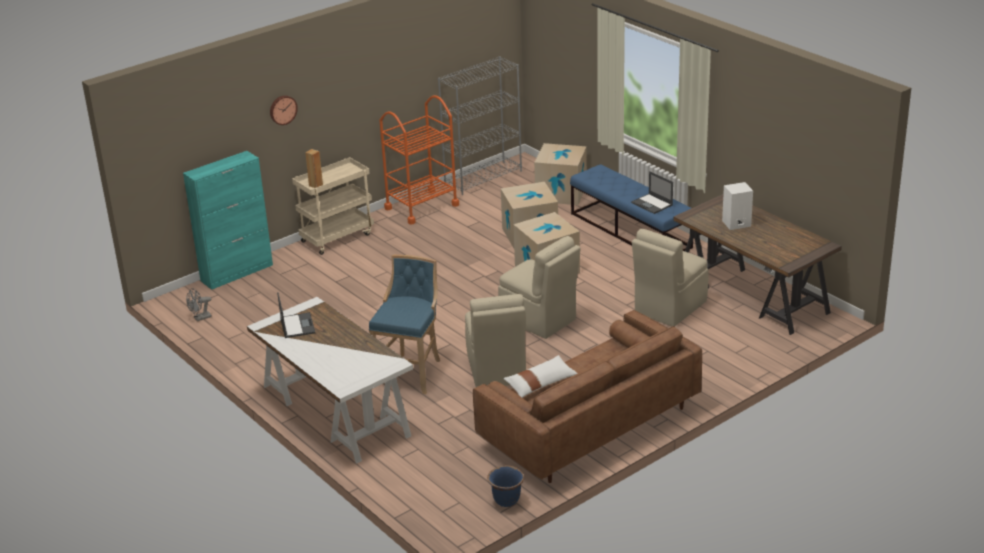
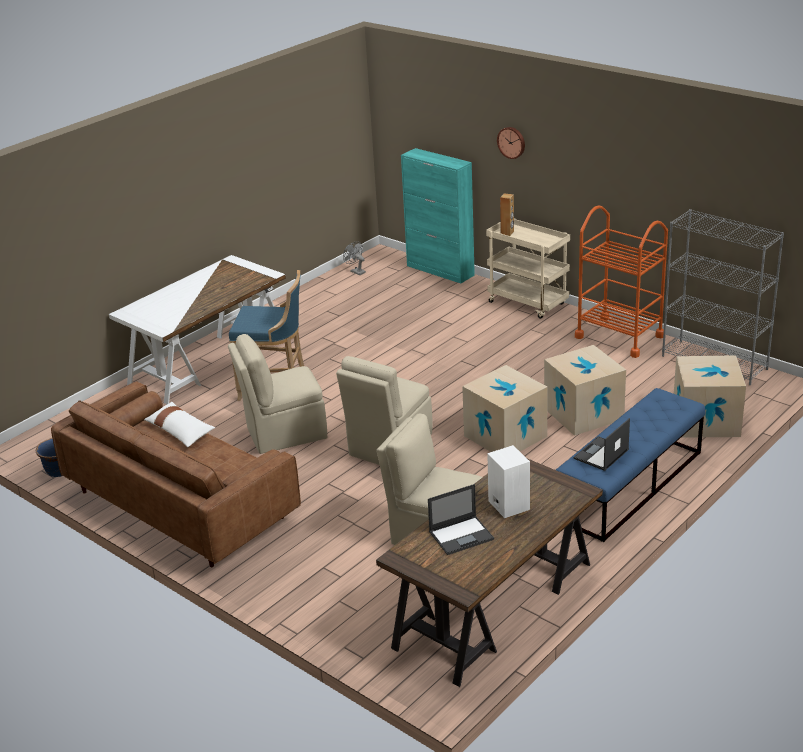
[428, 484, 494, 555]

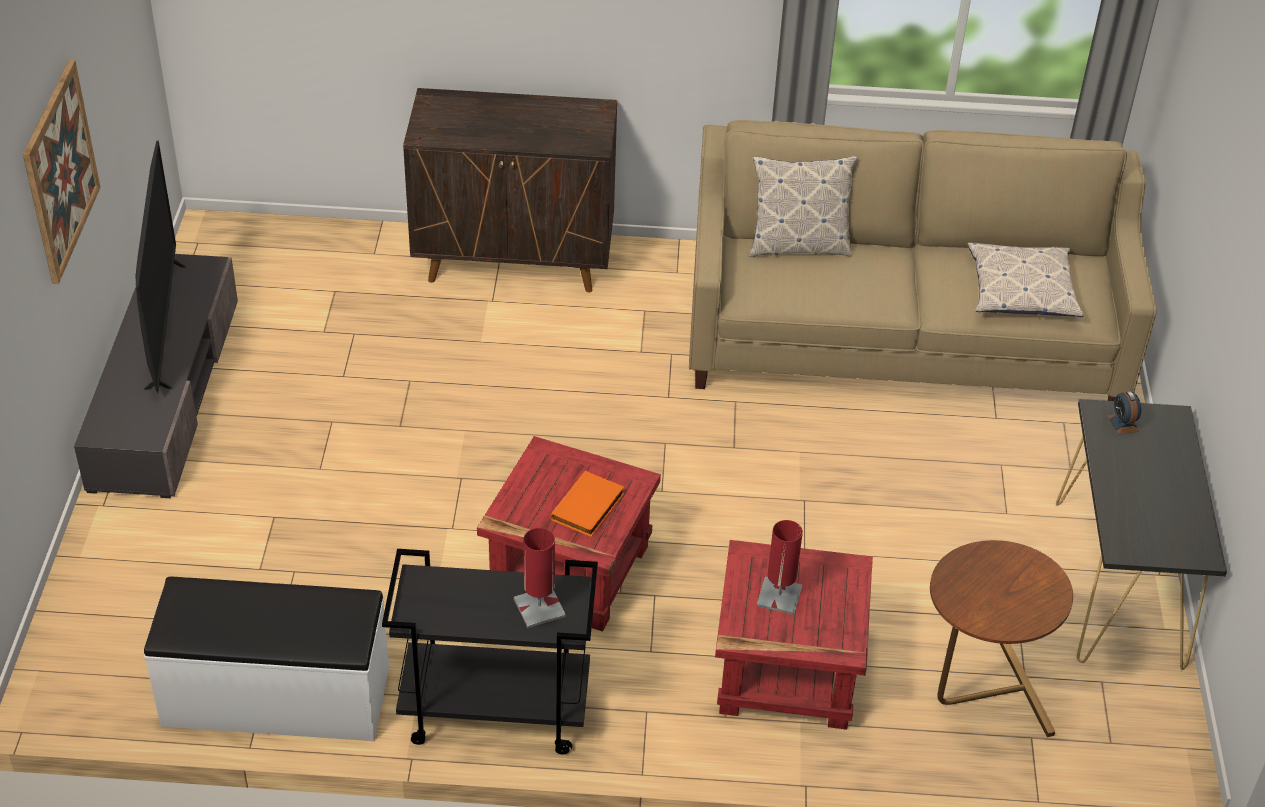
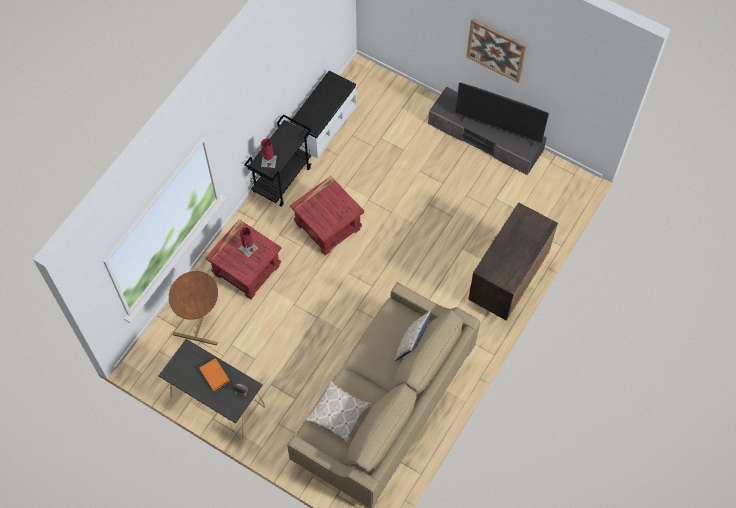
[200, 358, 230, 391]

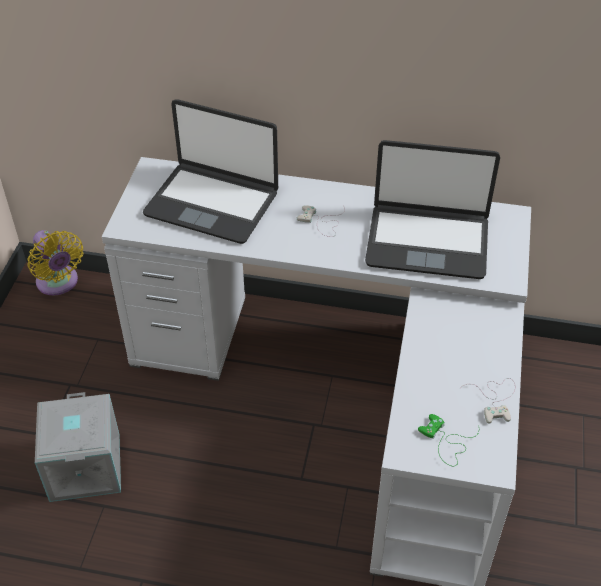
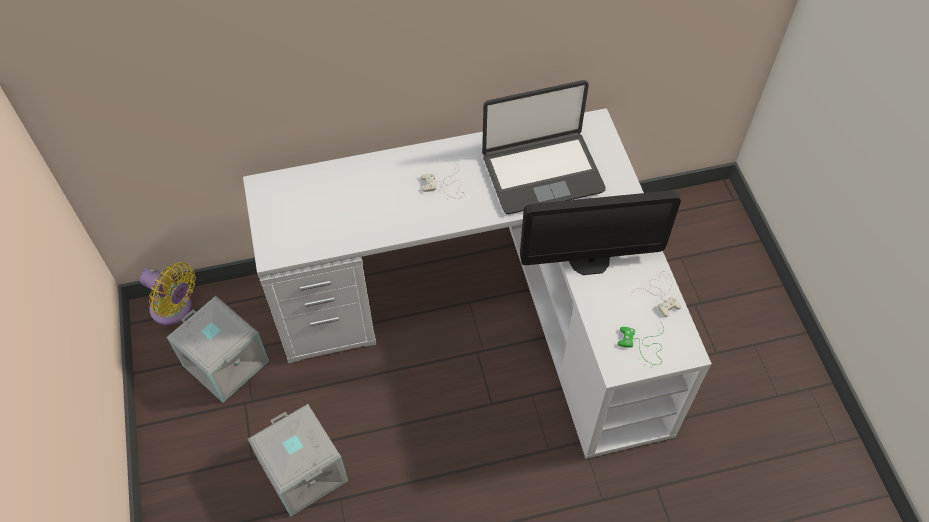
[143, 99, 278, 244] (first image)
[167, 296, 269, 403]
[520, 190, 681, 275]

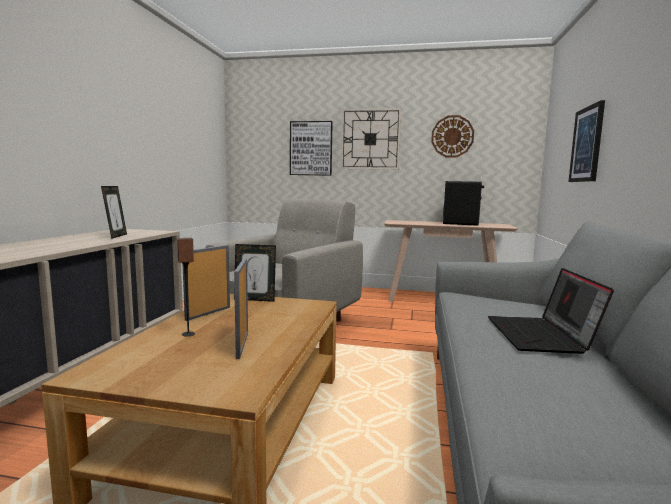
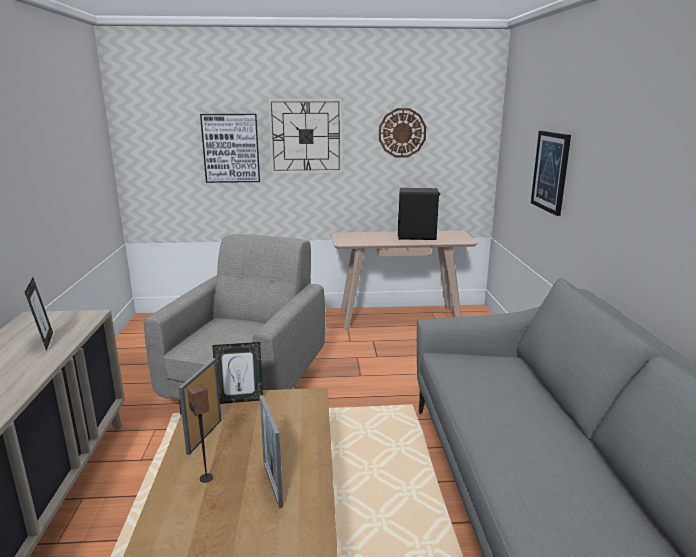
[488, 268, 614, 354] (first image)

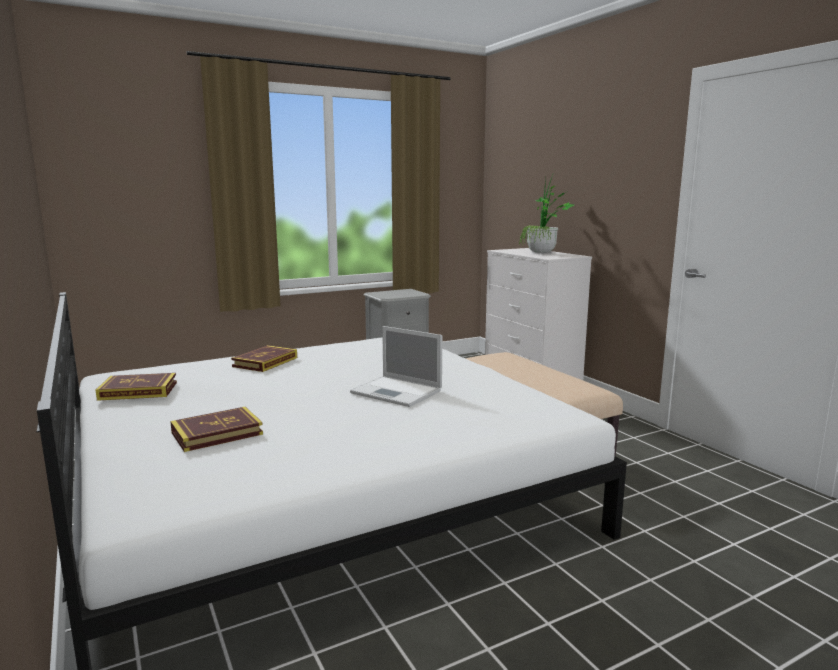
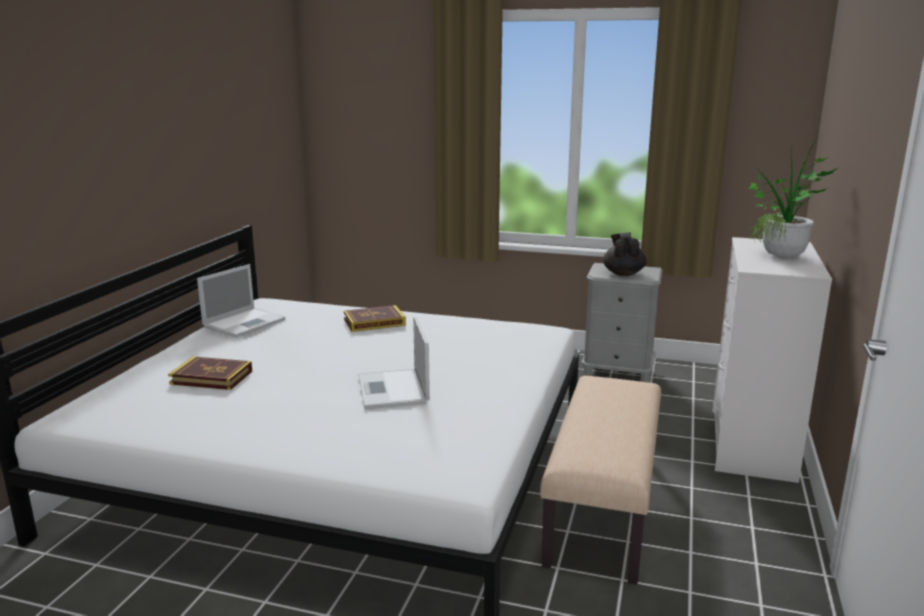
[603, 233, 647, 276]
[197, 264, 286, 337]

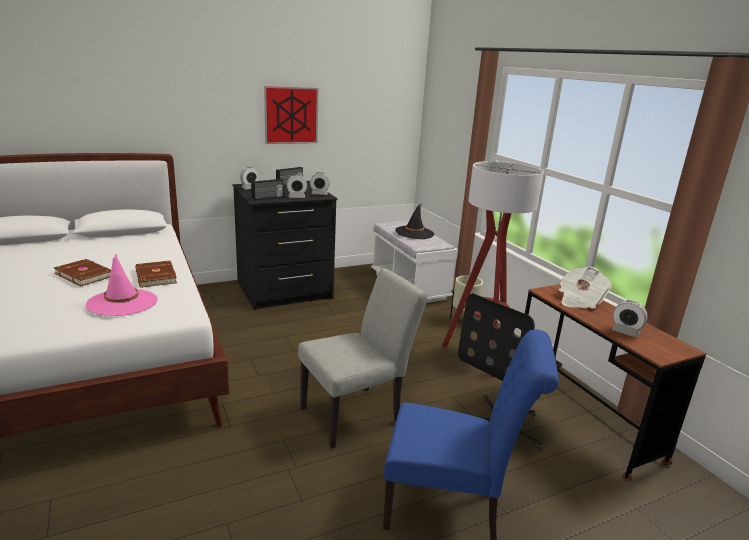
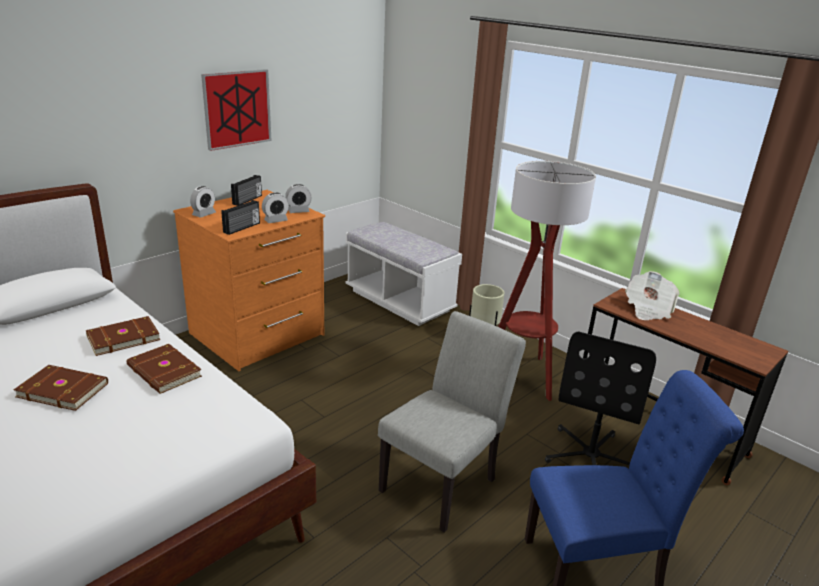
[86, 253, 158, 316] (first image)
[395, 204, 434, 239] (first image)
[612, 300, 648, 338] (first image)
[86, 316, 160, 356]
[173, 190, 325, 371]

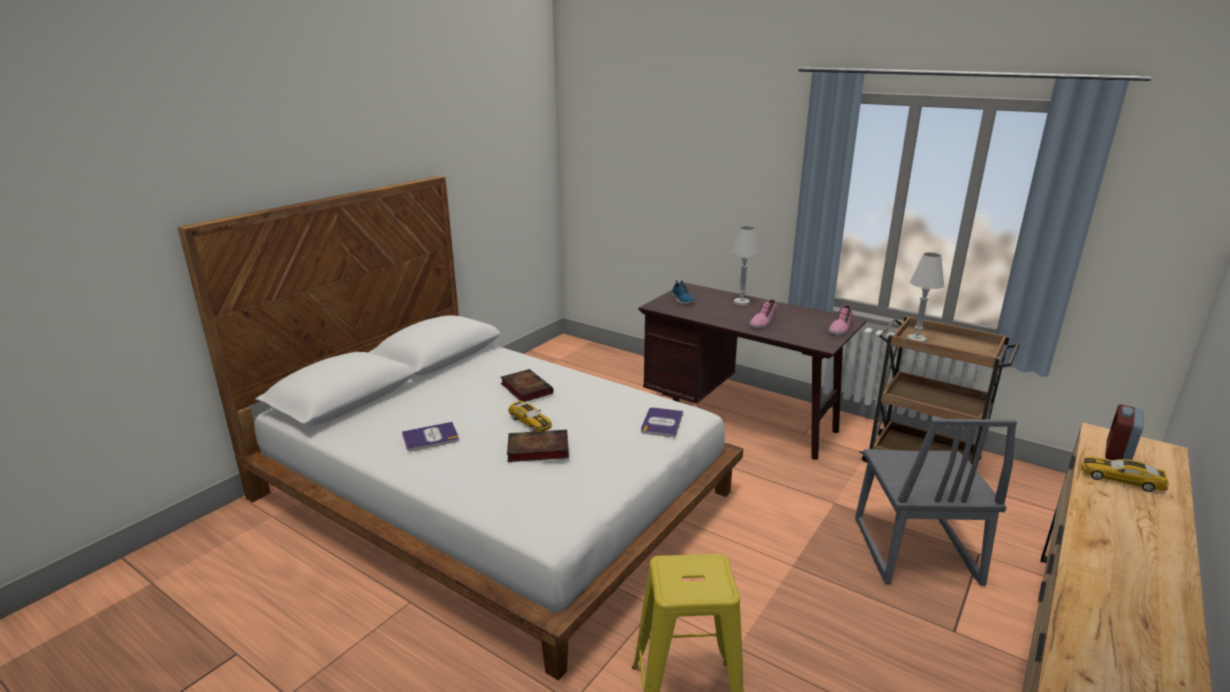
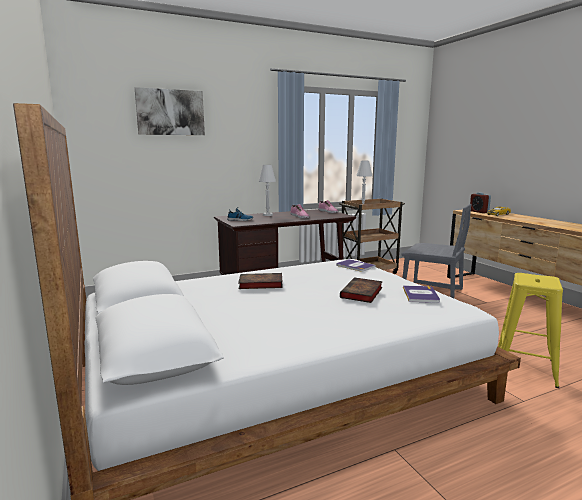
[508, 401, 552, 432] (first image)
[135, 87, 205, 135]
[403, 285, 440, 303]

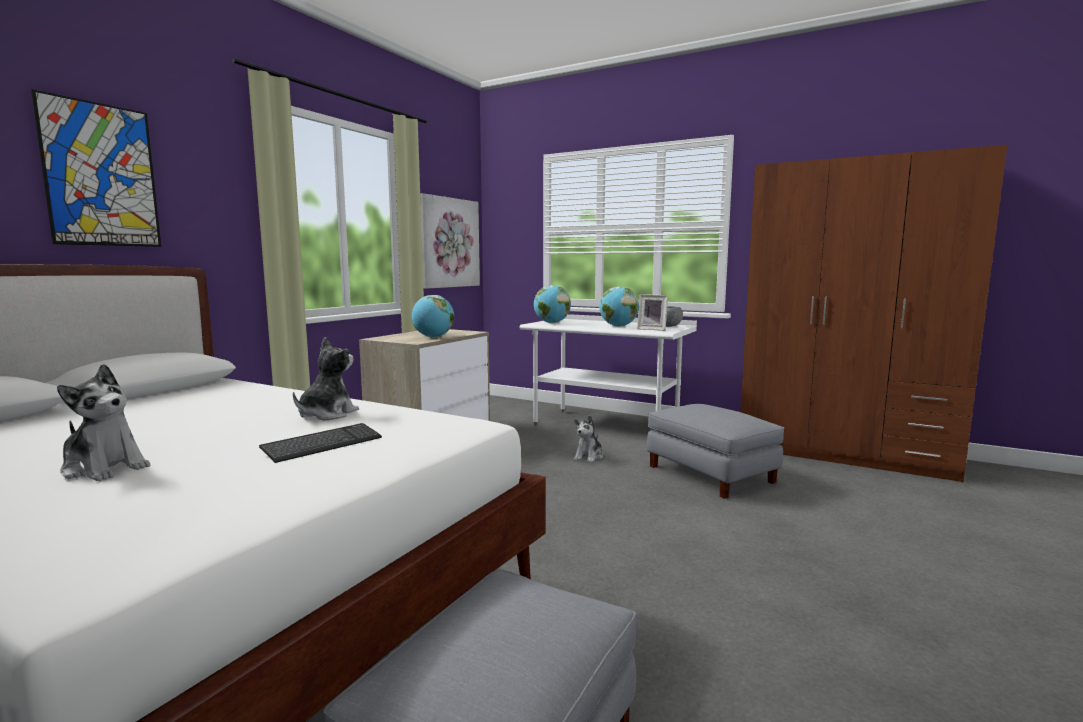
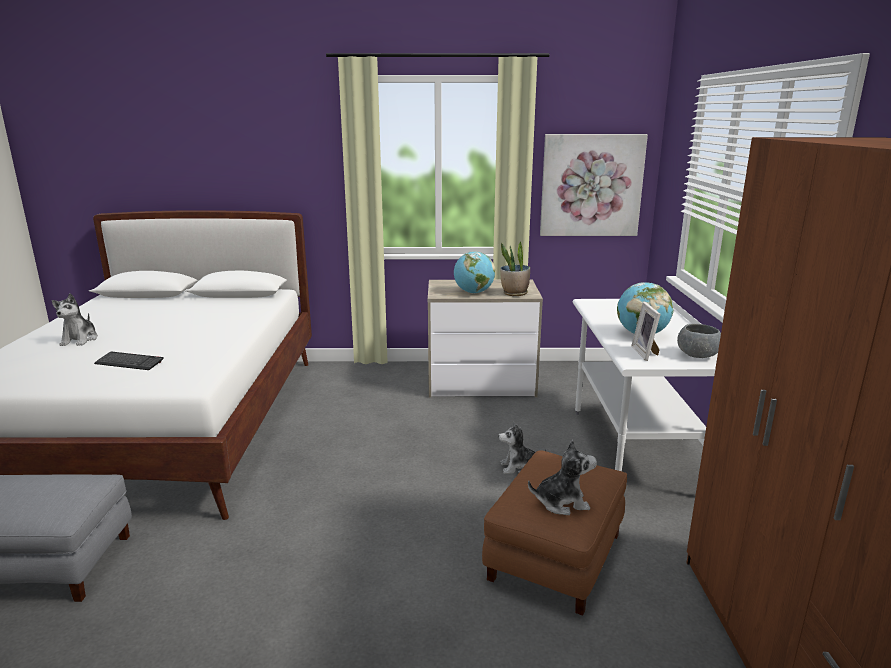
[31, 89, 161, 247] (first image)
[534, 285, 571, 323] (first image)
[500, 242, 530, 296]
[528, 440, 597, 515]
[482, 450, 627, 616]

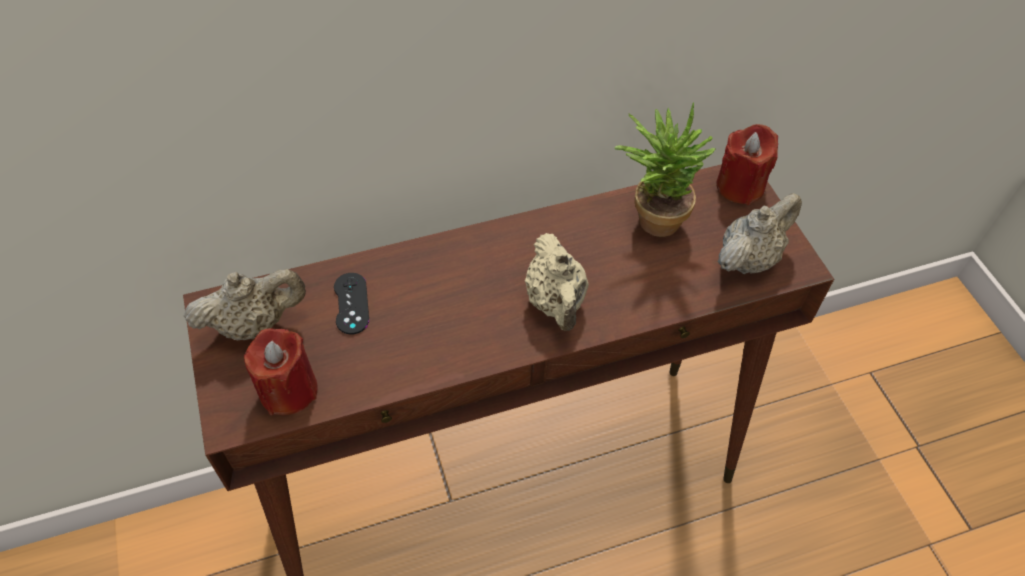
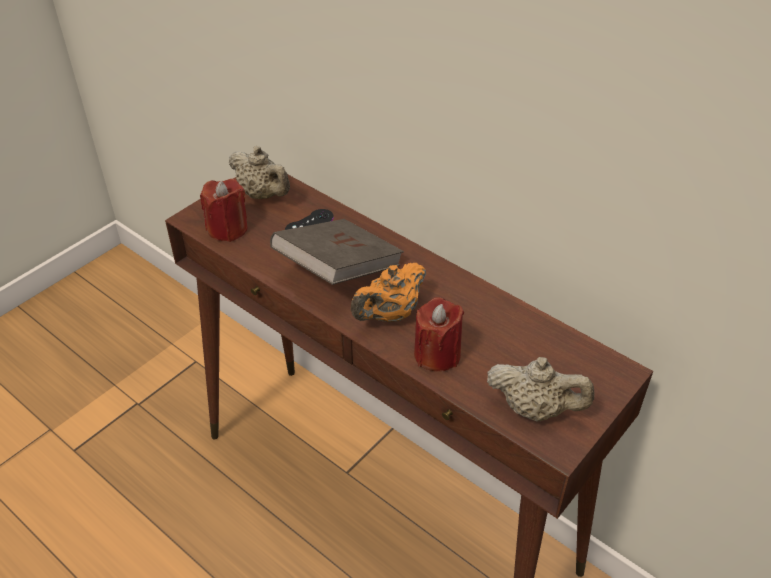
[614, 102, 716, 237] (first image)
[270, 219, 404, 285]
[414, 297, 464, 372]
[351, 262, 426, 322]

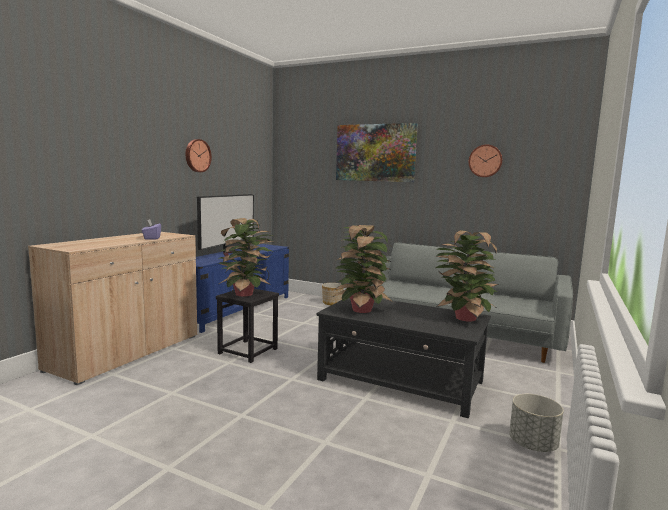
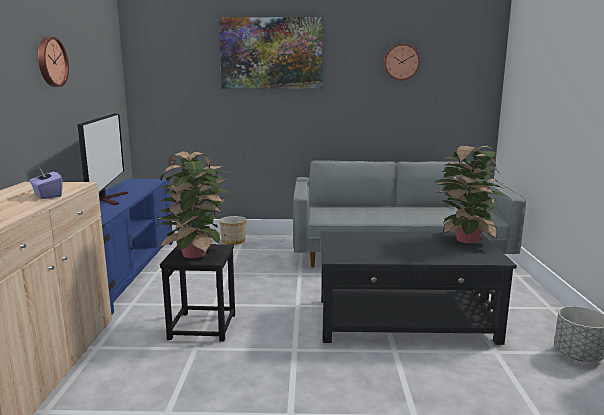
[332, 225, 393, 313] (first image)

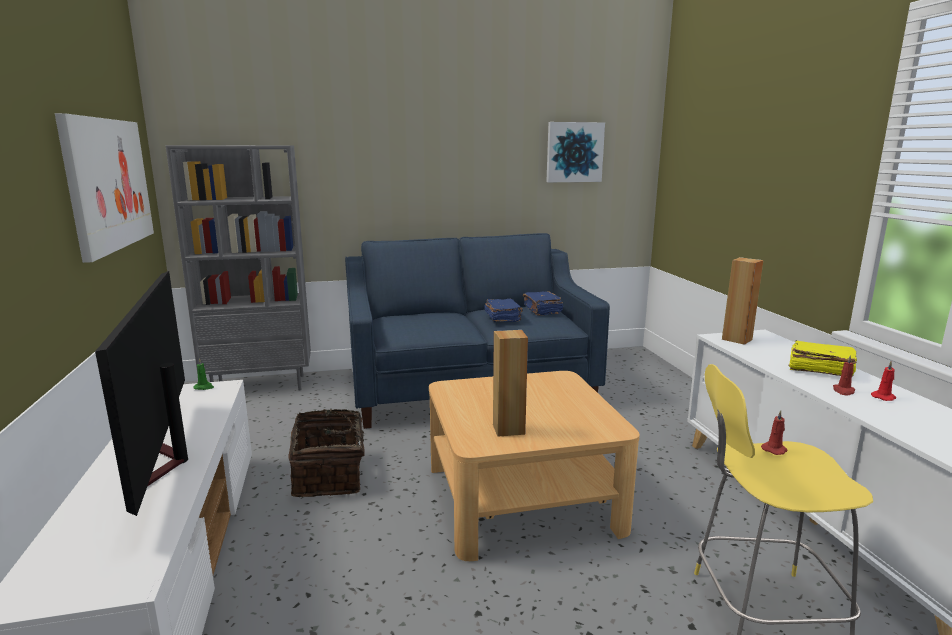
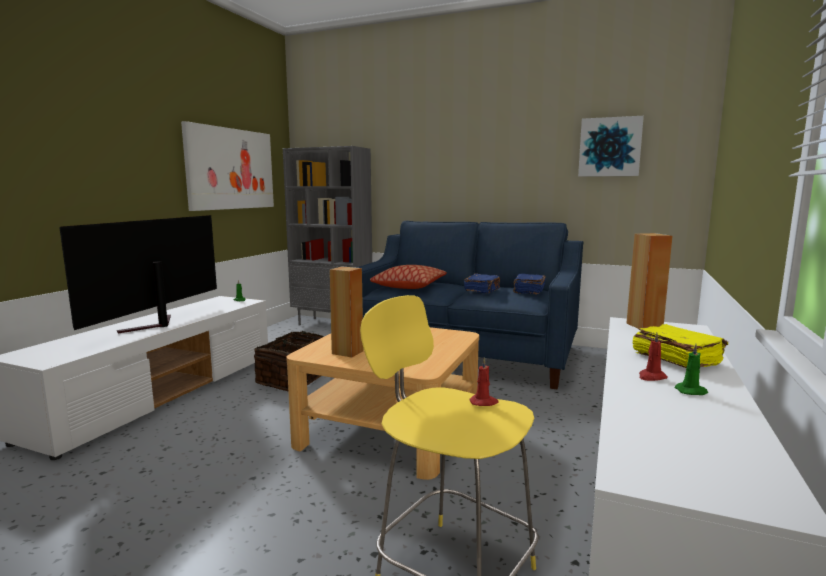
[370, 265, 447, 289]
[675, 344, 708, 395]

